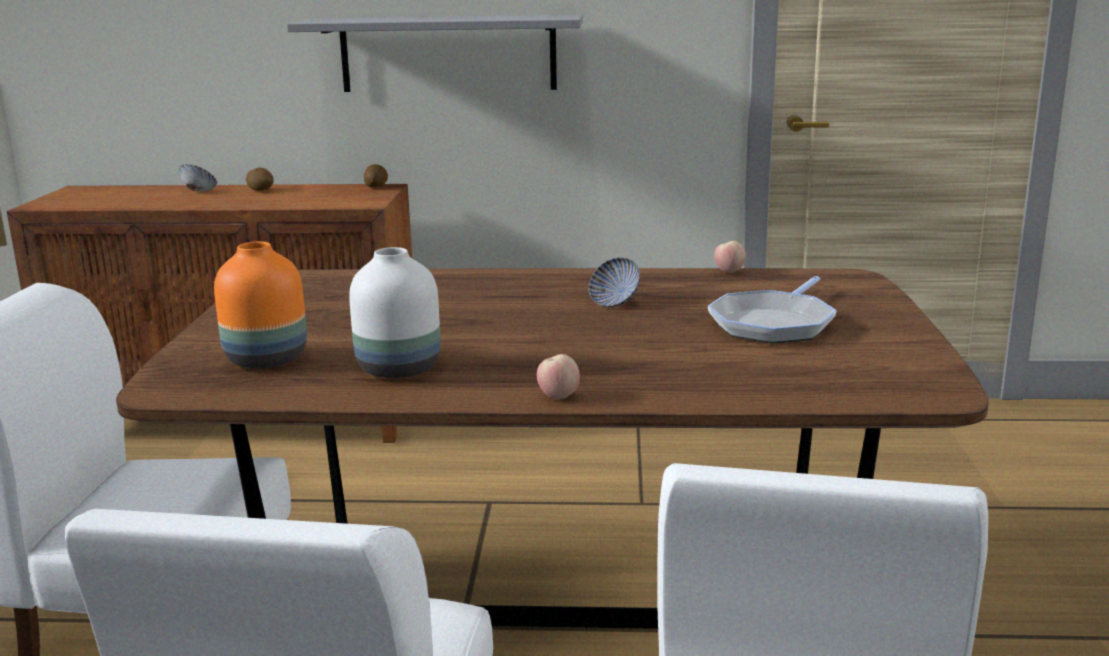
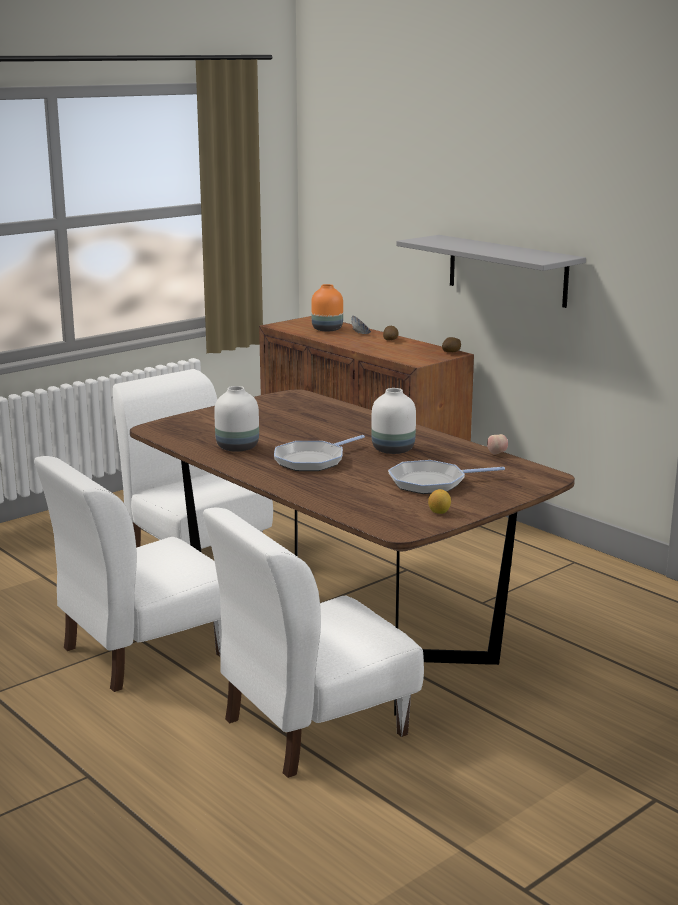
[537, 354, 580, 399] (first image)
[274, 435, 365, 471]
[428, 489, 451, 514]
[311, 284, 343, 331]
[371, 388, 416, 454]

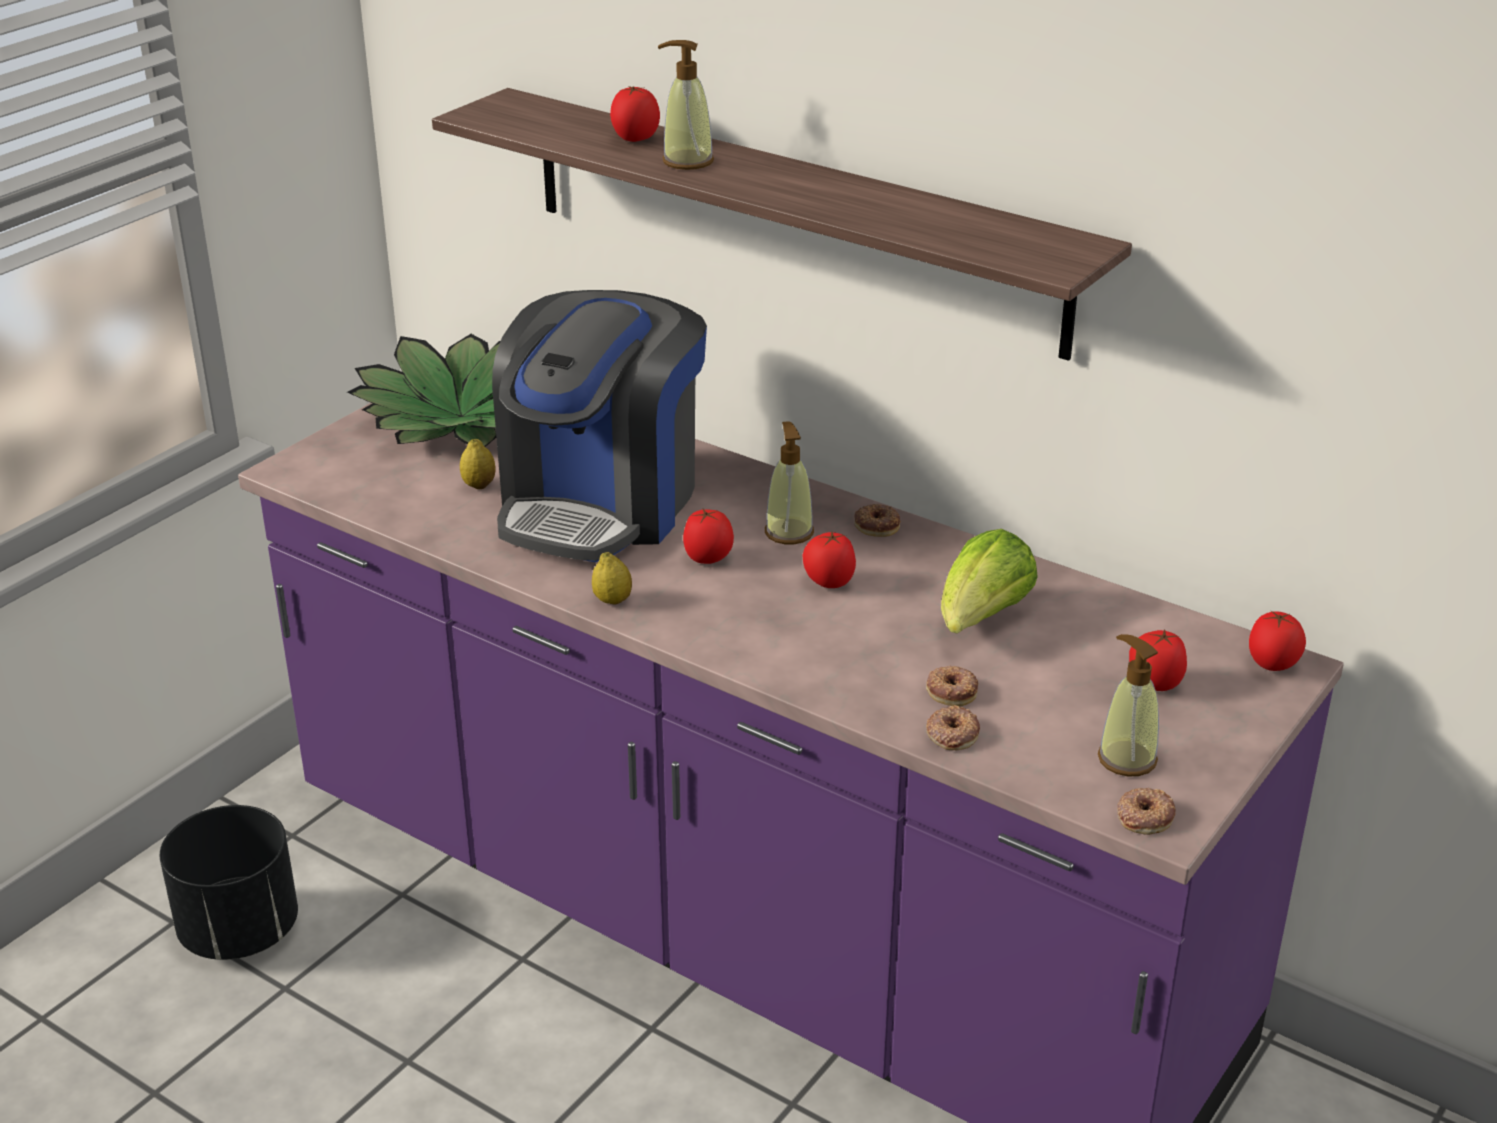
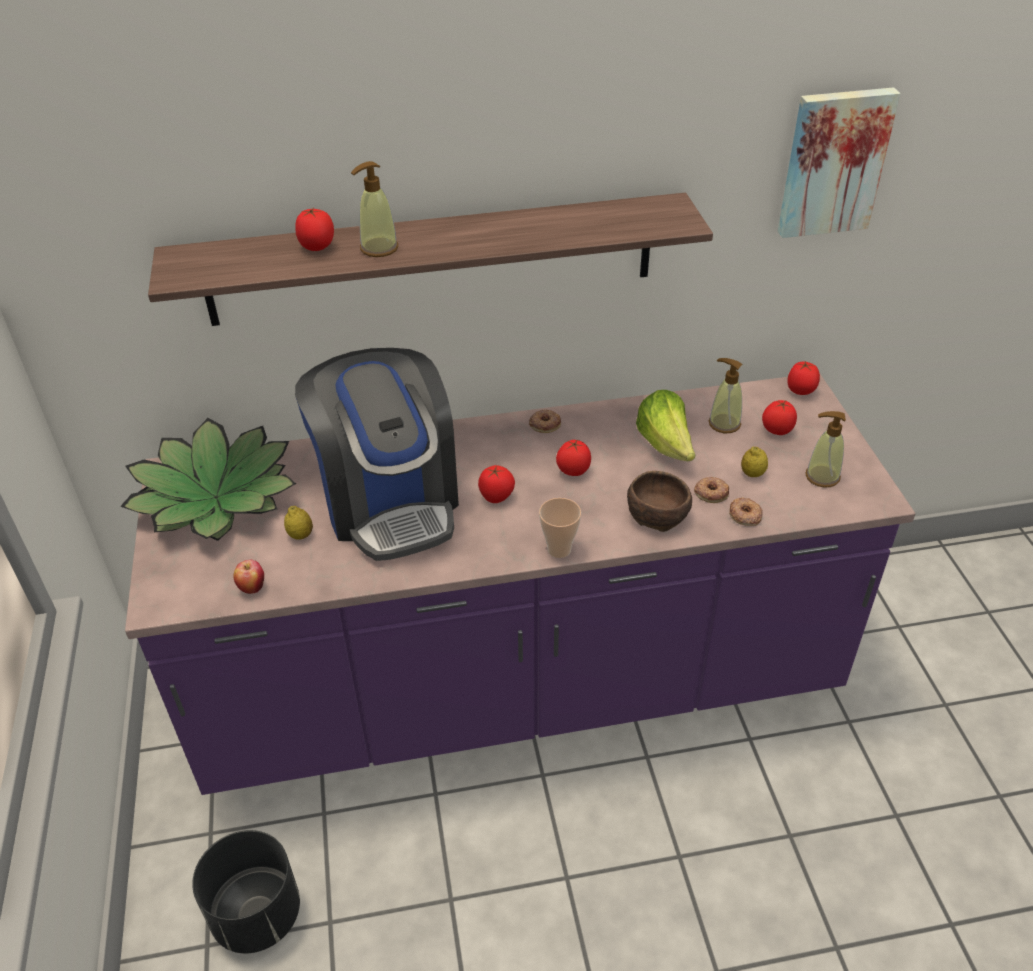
[1117, 788, 1176, 835] (first image)
[233, 560, 264, 594]
[539, 498, 581, 558]
[627, 471, 692, 532]
[778, 87, 900, 238]
[741, 447, 768, 477]
[709, 358, 742, 433]

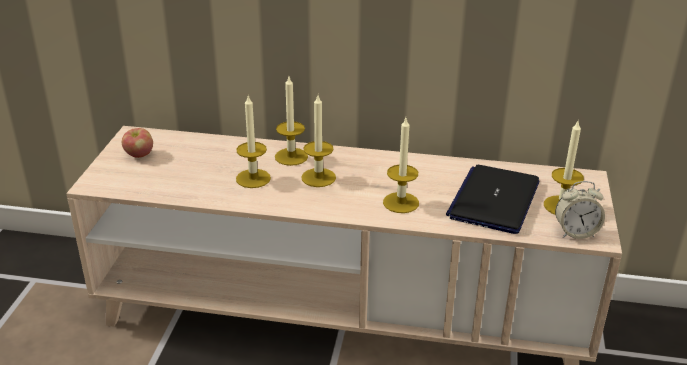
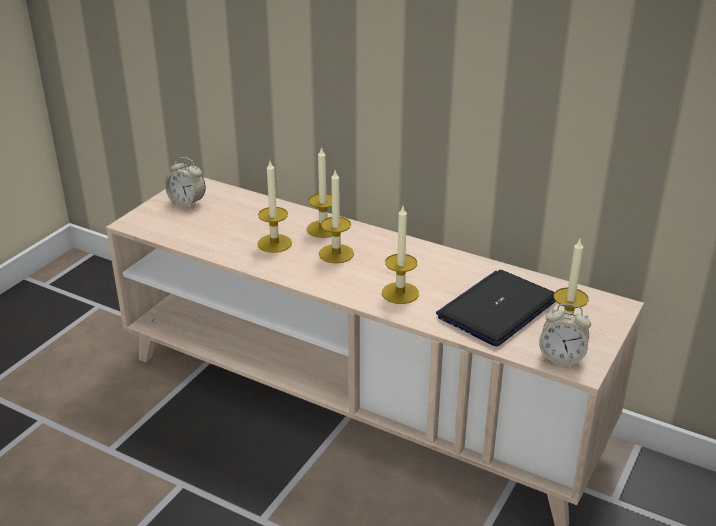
[165, 157, 206, 209]

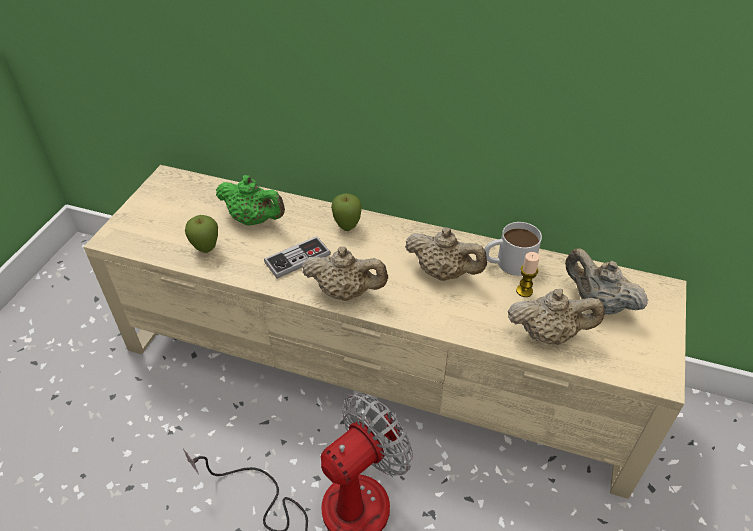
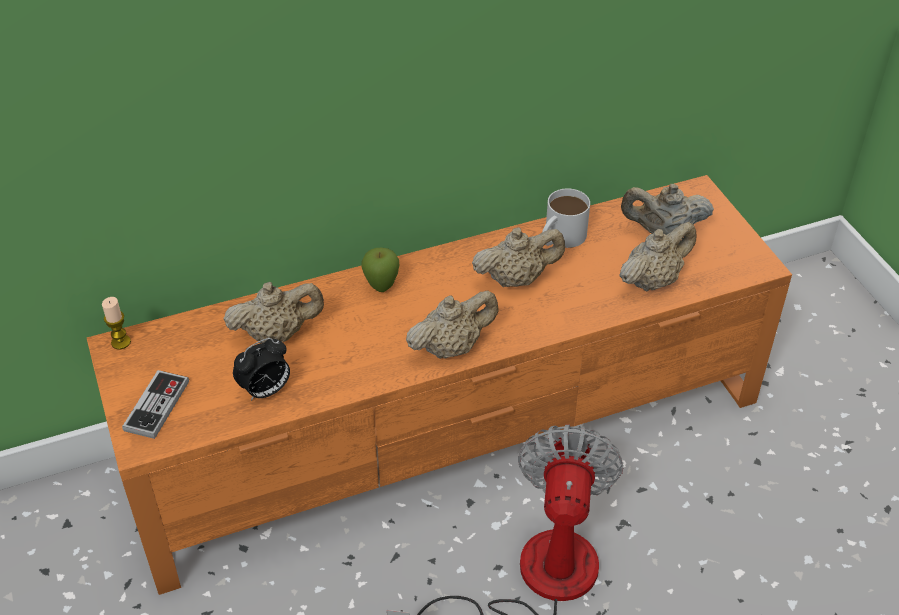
[122, 370, 189, 439]
[102, 297, 131, 349]
[233, 338, 290, 401]
[87, 175, 792, 595]
[223, 282, 324, 343]

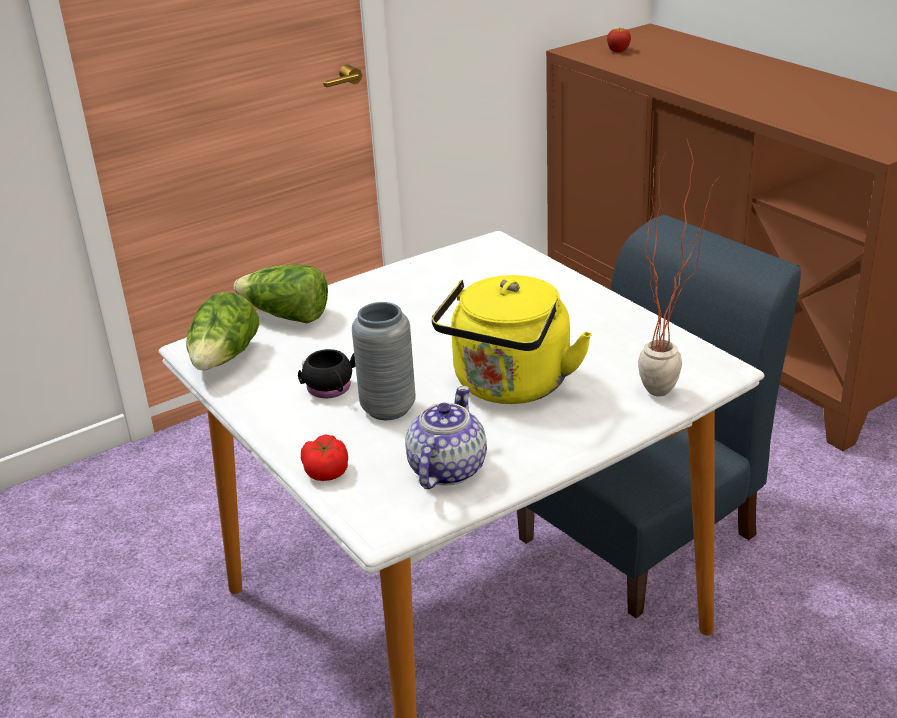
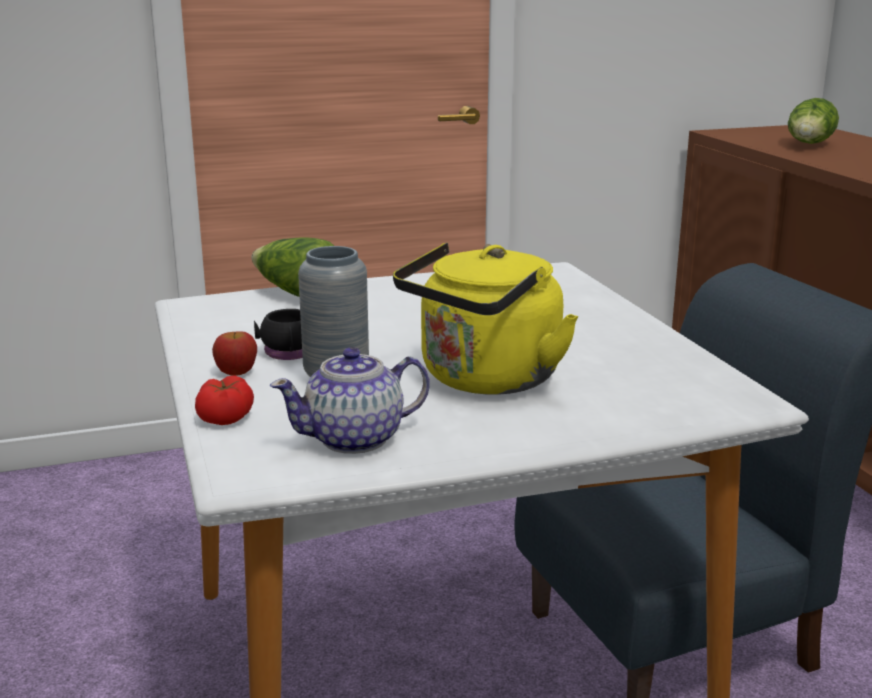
[638, 137, 722, 397] (first image)
[788, 98, 839, 144]
[212, 331, 257, 376]
[270, 347, 429, 454]

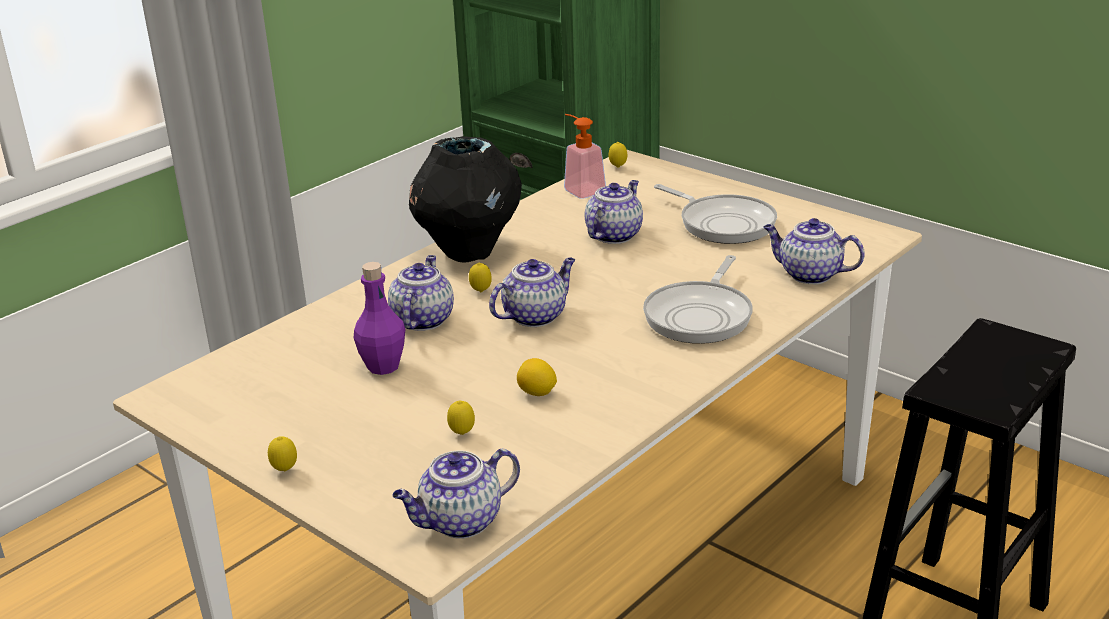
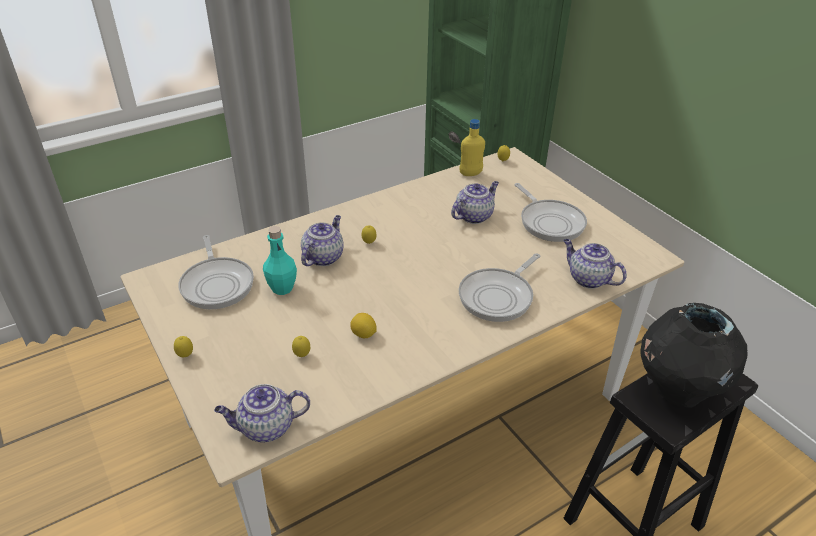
[489, 258, 575, 327] (first image)
[178, 235, 254, 309]
[640, 303, 747, 407]
[459, 119, 485, 176]
[263, 226, 297, 295]

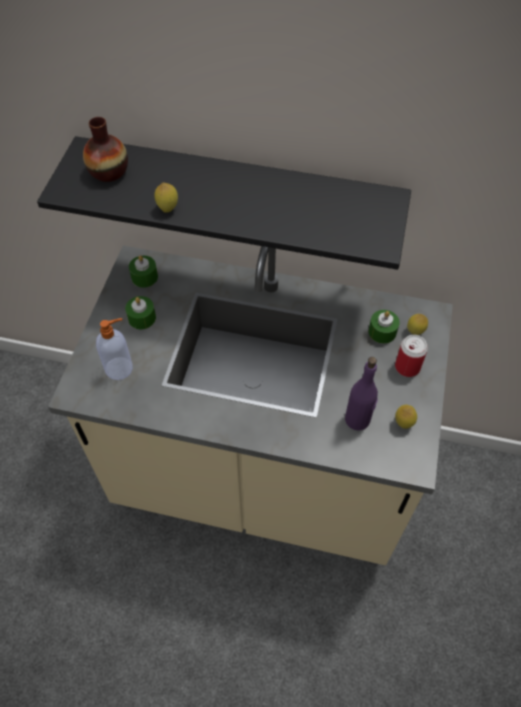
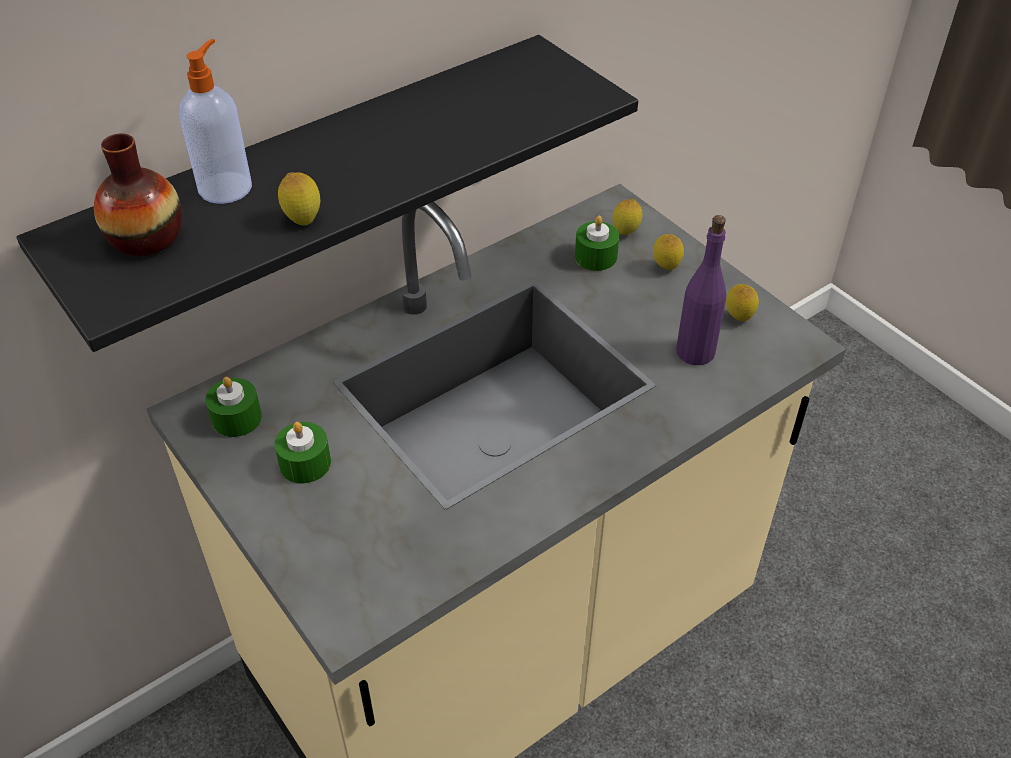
[180, 39, 252, 204]
[653, 234, 684, 270]

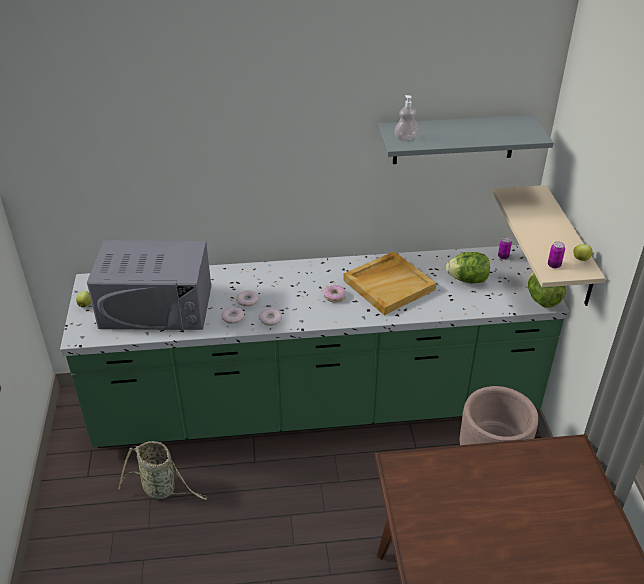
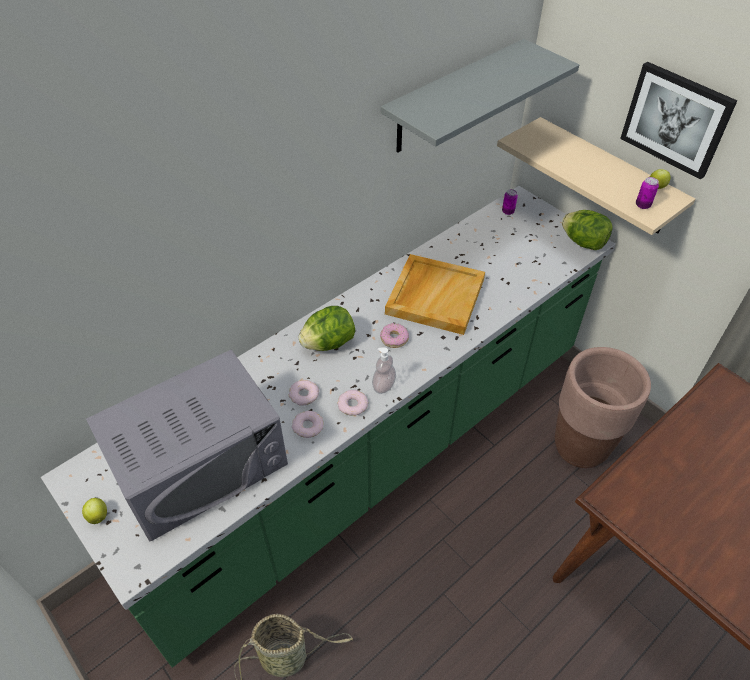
[620, 62, 738, 180]
[372, 348, 396, 394]
[298, 306, 355, 351]

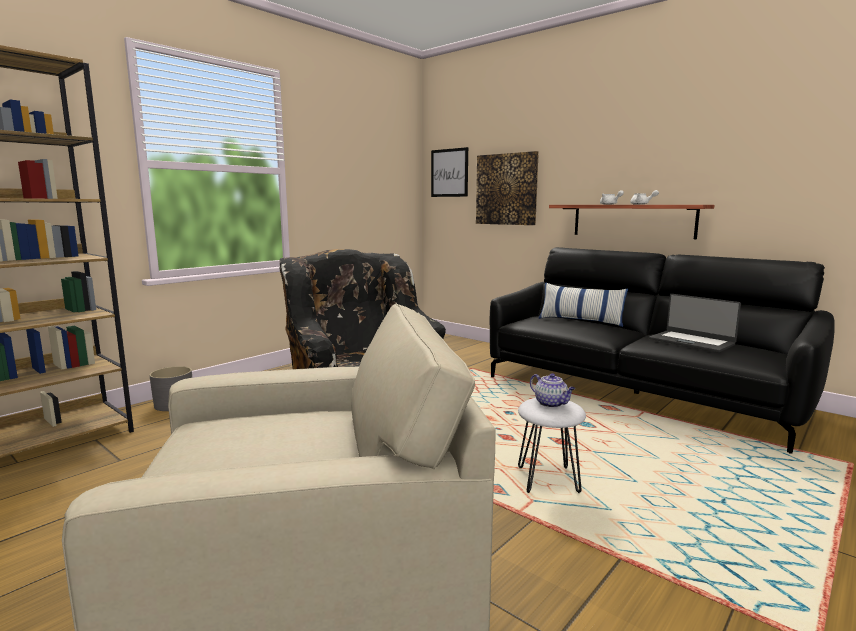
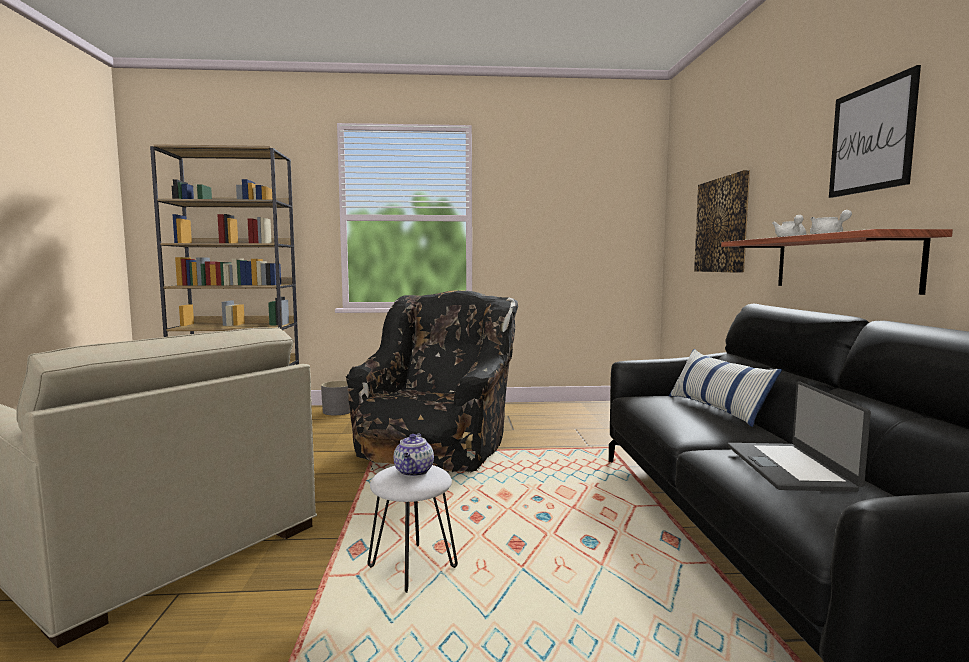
[829, 65, 921, 198]

